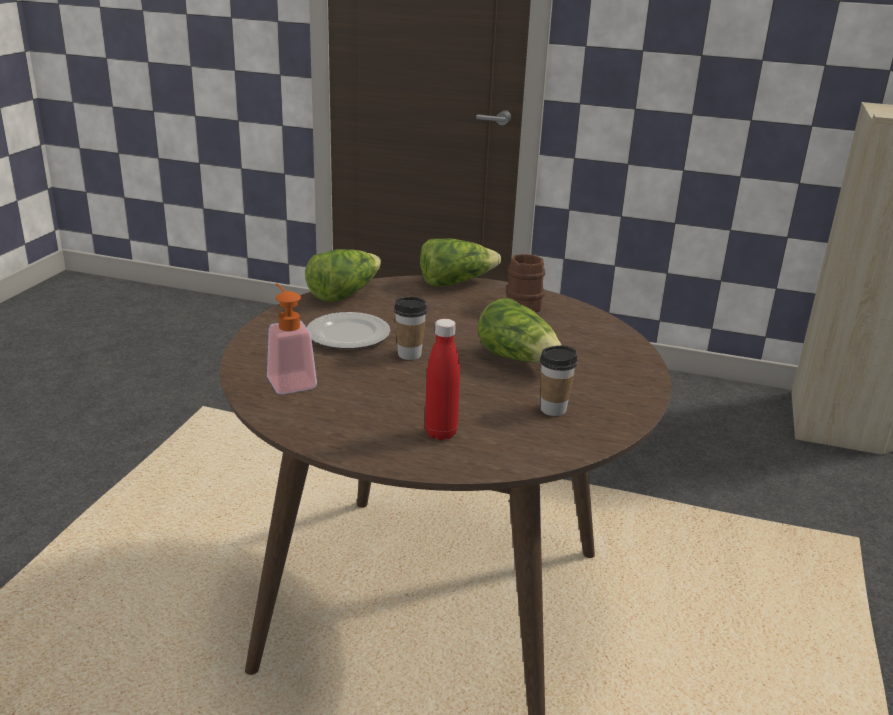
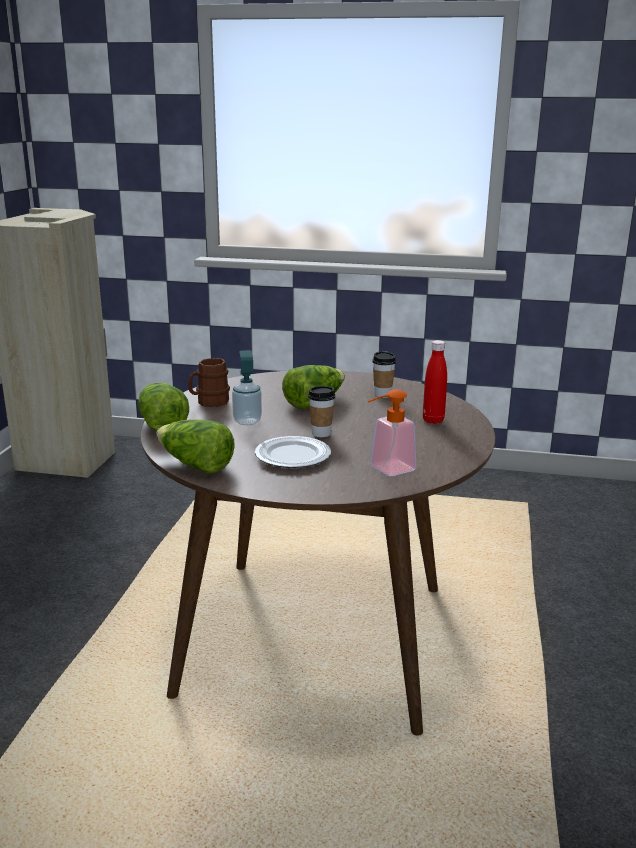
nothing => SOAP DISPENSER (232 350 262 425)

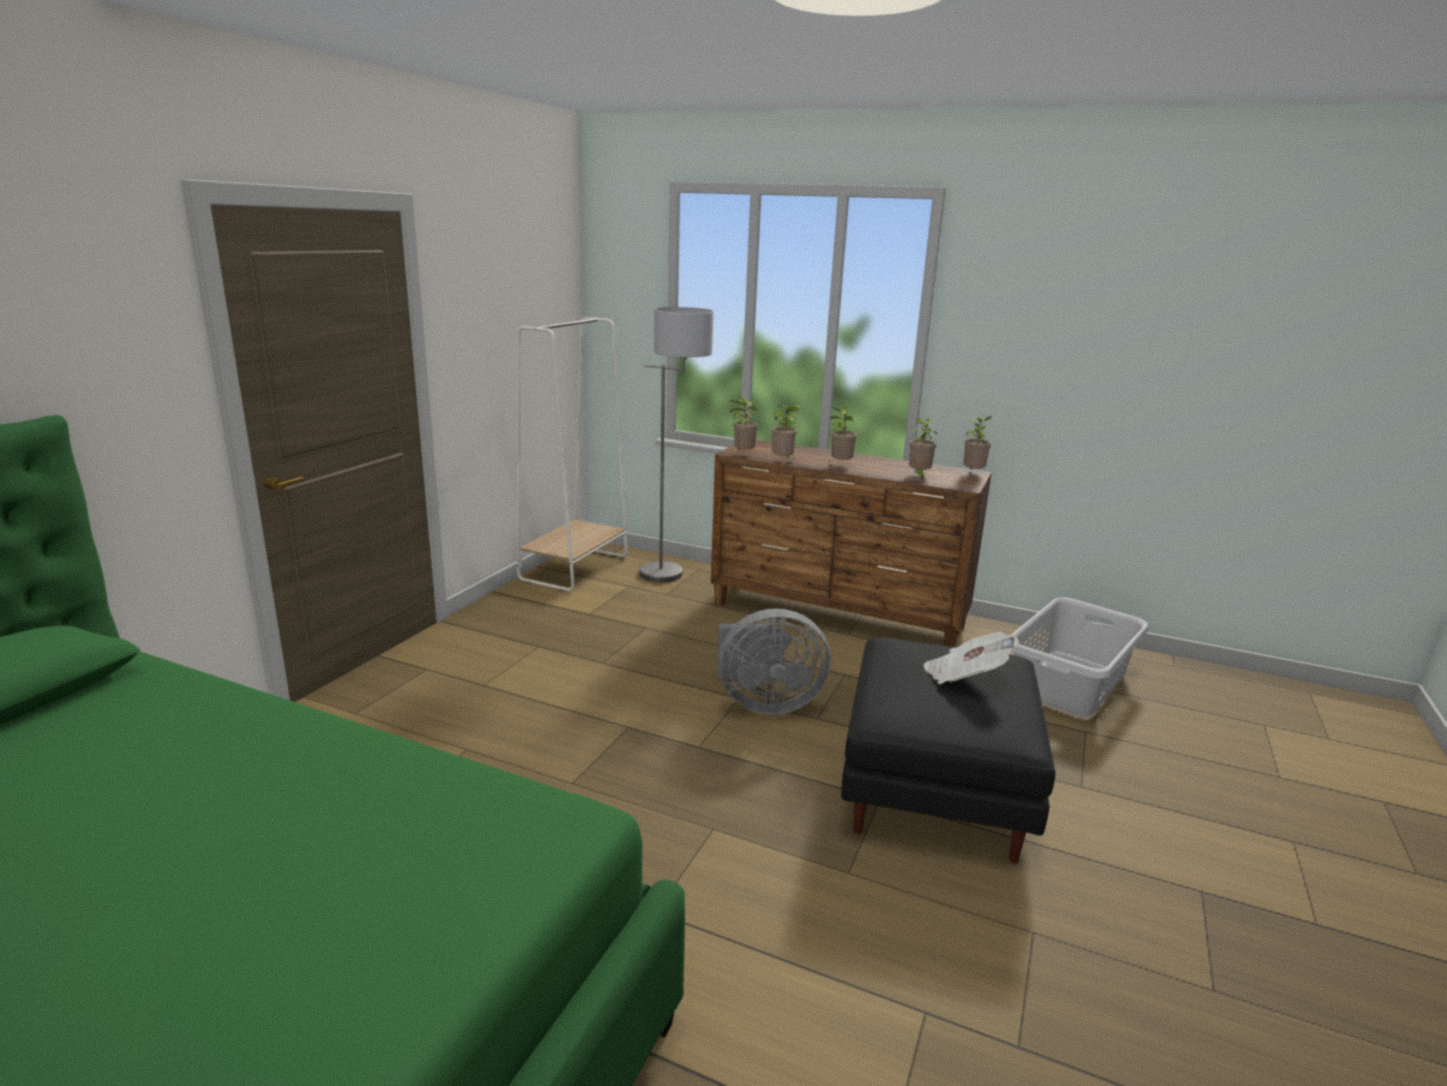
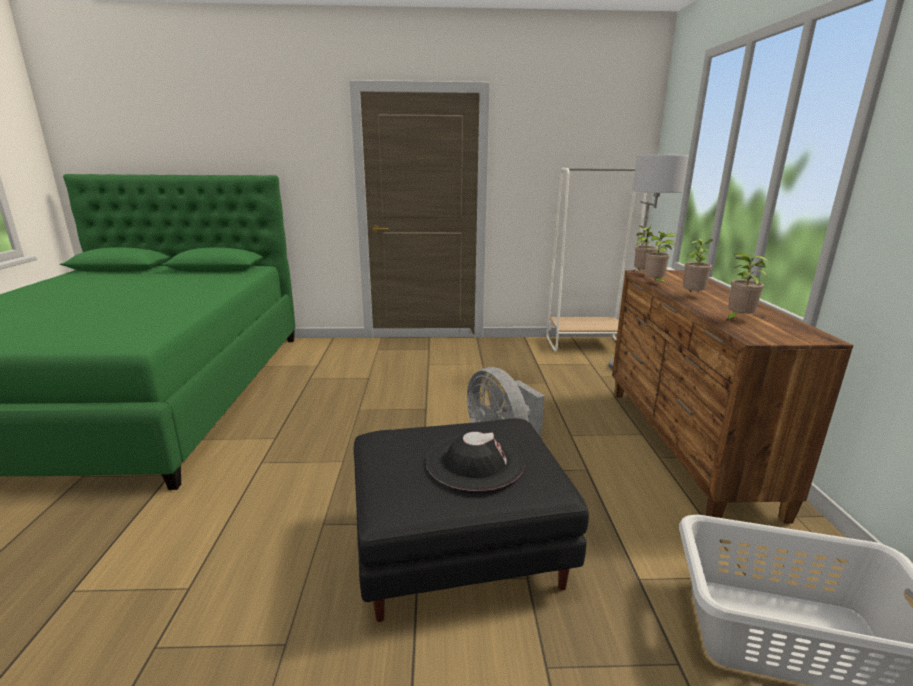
NEWSPAPER (923 632 1019 684) => BLACK HAT (426 432 525 491)
POTTED PLANT (963 415 991 470) => nothing

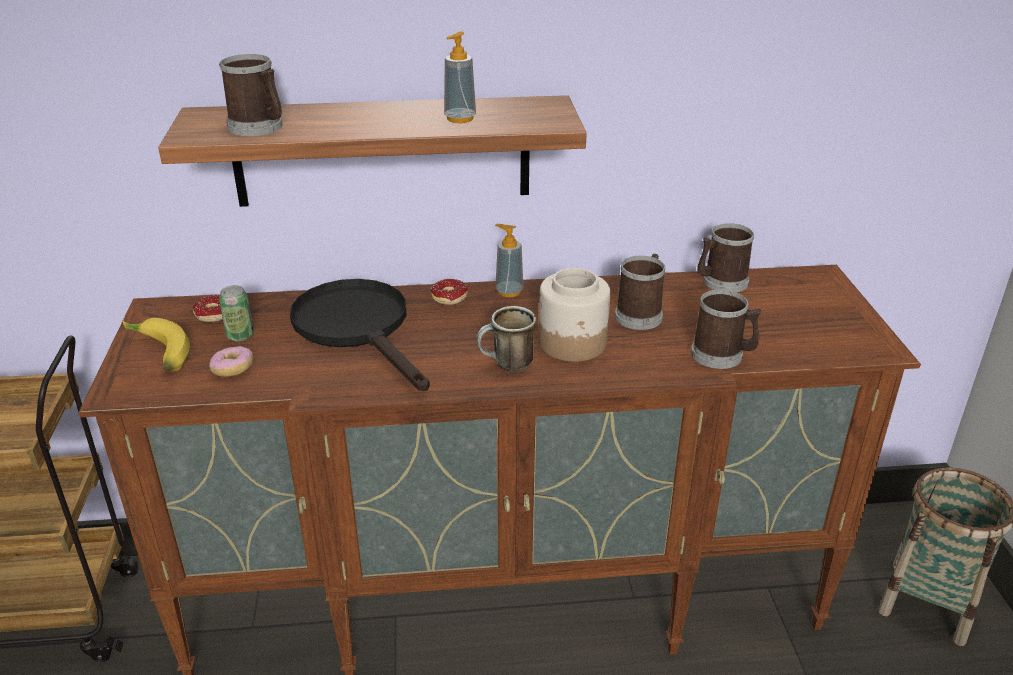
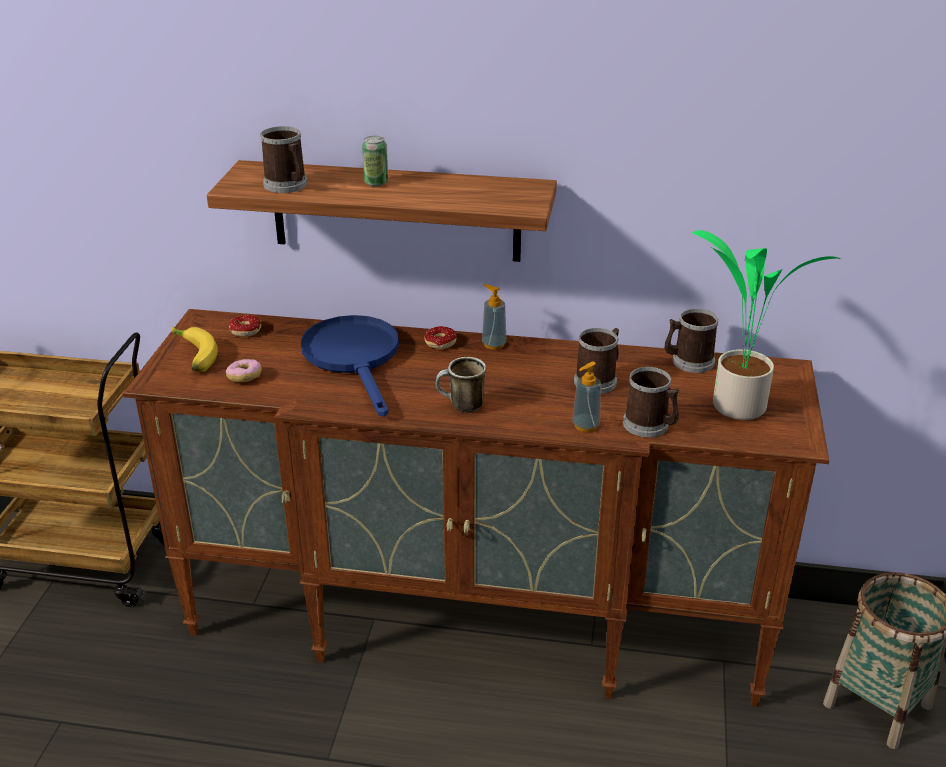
CAN (219 285 254 341) => CAN (362 136 388 187), shifted
BLACK FRYING PAN (290 279 430 391) => BLUE FRYING PAN (301 315 399 417)
SOAP DISPENSER (444 31 476 123) => SOAP DISPENSER (572 361 601 432), shifted
JAR (539 268 610 362) => nothing
nothing => POTTED PLANT (692 230 841 420)

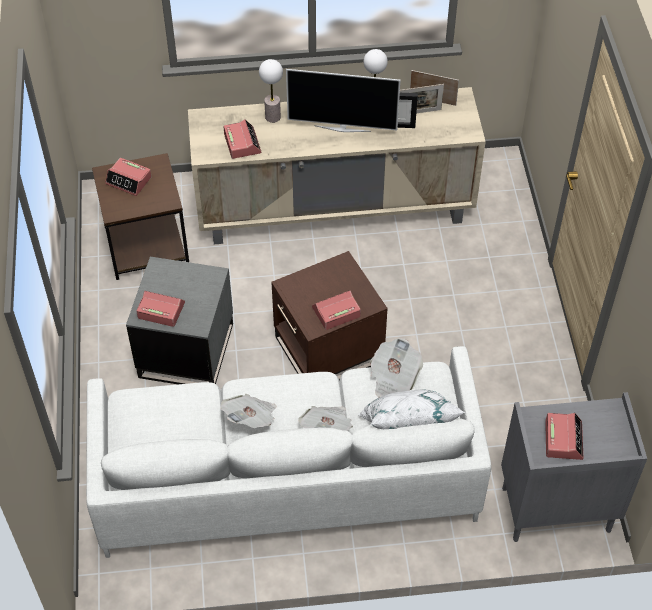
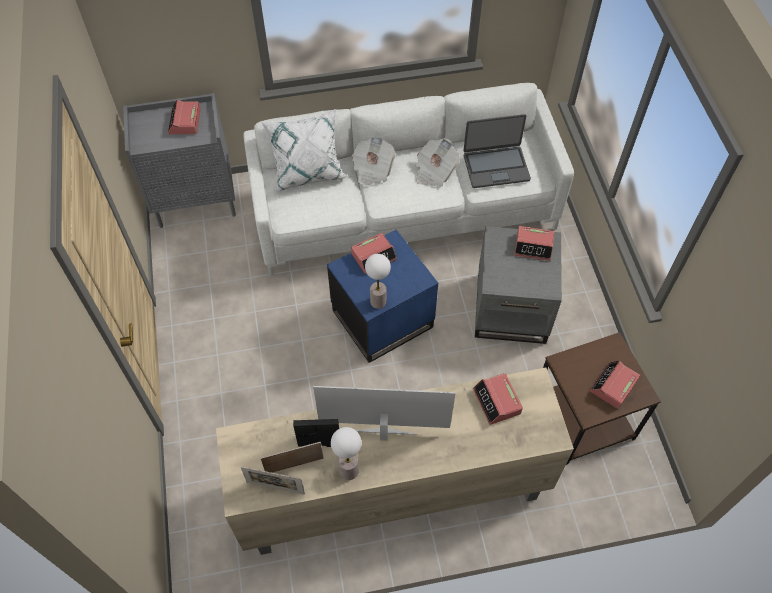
ALARM CLOCK (105 158 151 196) => ALARM CLOCK (590 361 640 409), 75 degrees counterclockwise
TABLE LAMP (259 59 283 123) => TABLE LAMP (365 254 391 309), shifted
BROWN SIDE TABLE (271 251 388 381) => BLUE SIDE TABLE (327 230 438 363)
NEWSPAPER (370 338 423 397) => nothing
nothing => LAPTOP (463 114 531 188)

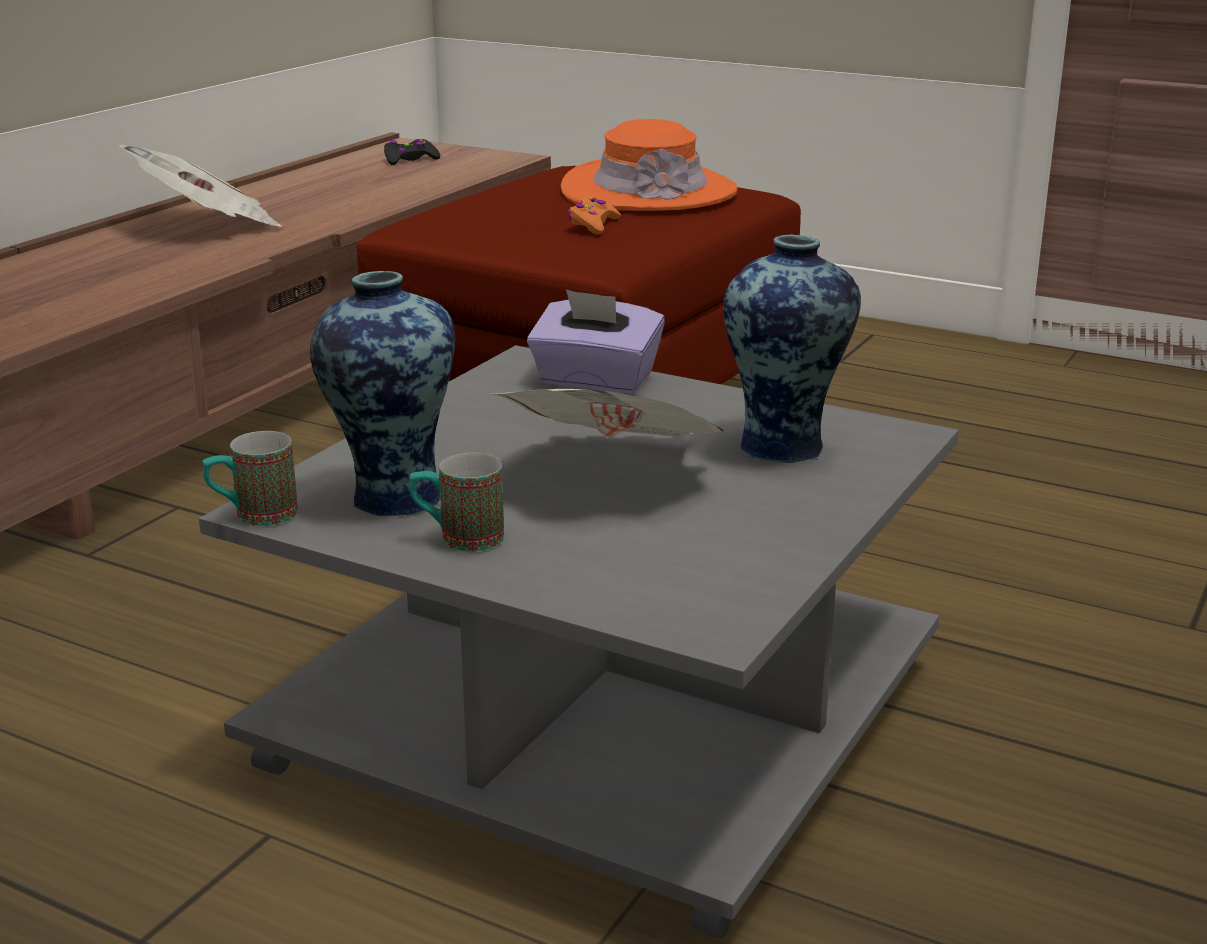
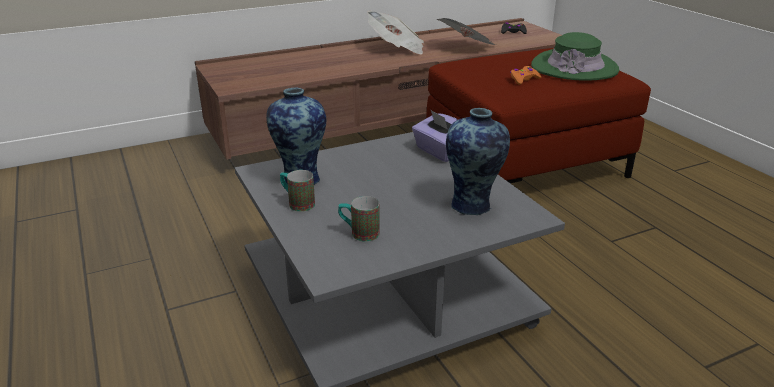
MUG (202 431 298 526) => MUG (338 196 380 242), shifted
NEWSPAPER (491 389 724 436) => NEWSPAPER (437 18 496 45), shifted
ORANGE HAT (561 119 737 211) => GREEN HAT (531 32 619 81)

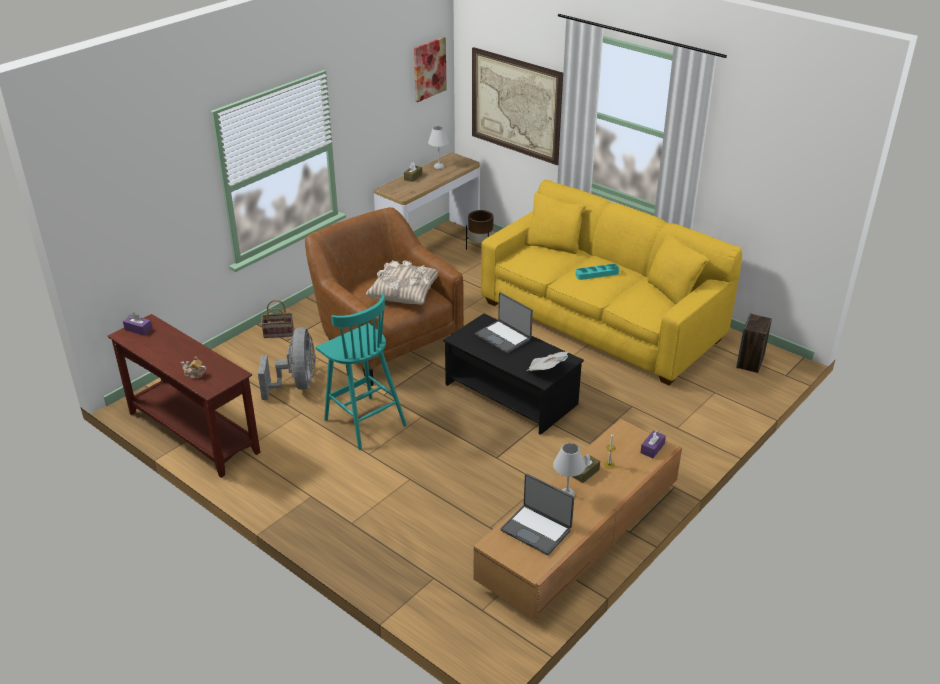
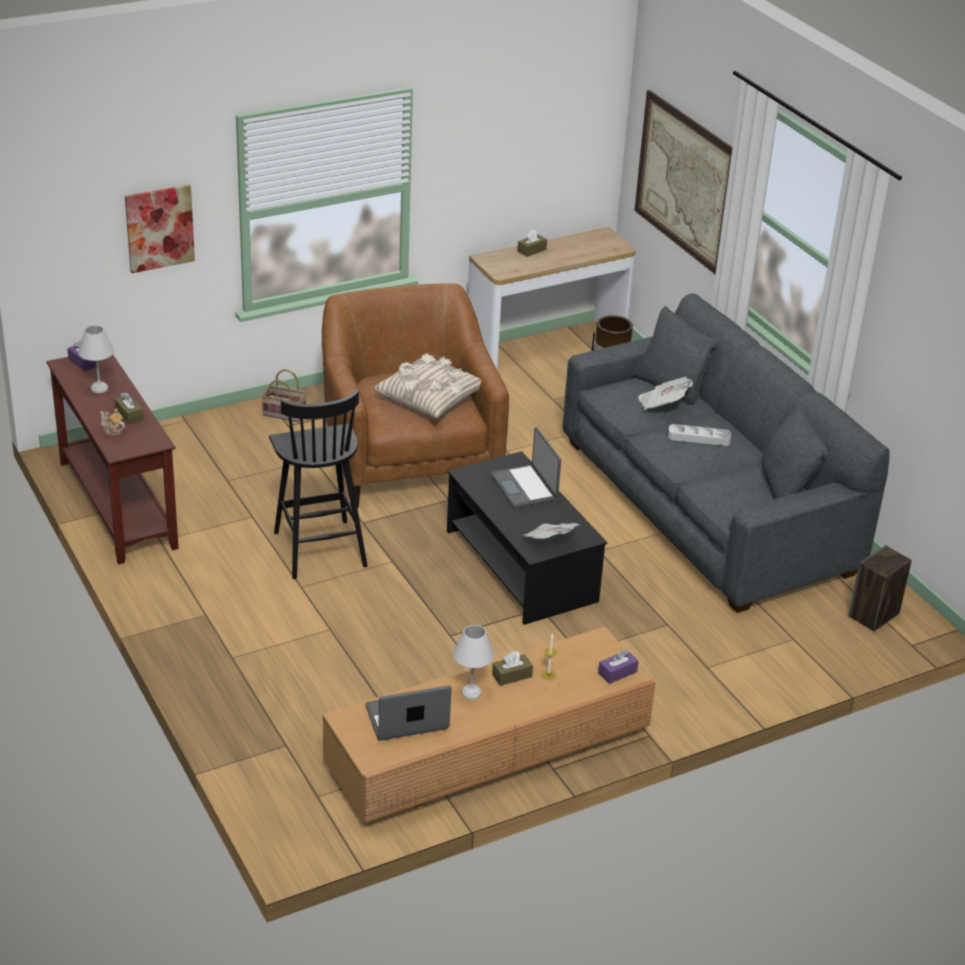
GREY FAN (258 327 316 400) => nothing
TURQUOISE STOOL (316 294 407 450) => BLACK STOOL (269 388 368 579)
PICTURE (414 37 447 102) => PICTURE (125 185 195 273), shifted
WHITE TABLE LAMP (428 126 449 169) => WHITE TABLE LAMP (78 325 114 393), shifted
YELLOW SOFA (481 180 742 385) => GREY SOFA (563 294 890 613)
LAPTOP (500 473 574 555) => LAPTOP (366 685 451 741), 105 degrees clockwise
TURQUOISE TRAY (576 264 619 280) => GREY TRAY (668 424 731 446)
nothing => BROWN TISSUE BOX (114 392 144 425)
nothing => NEWSPAPER (638 377 693 410)

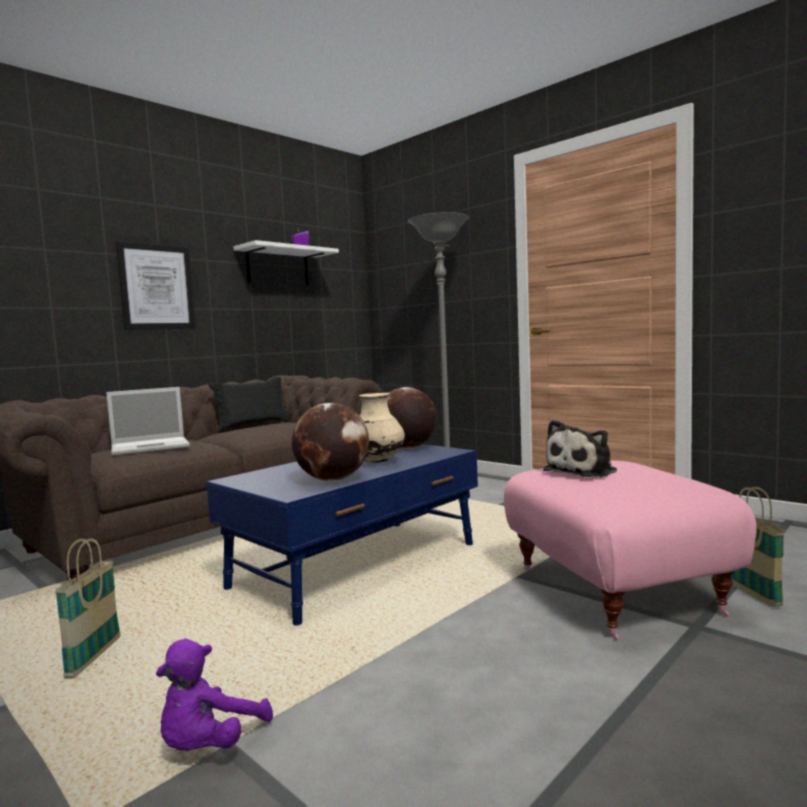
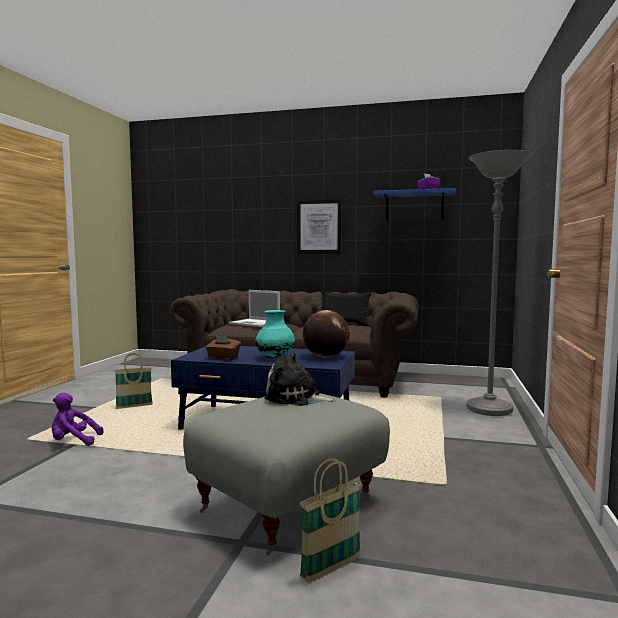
WHITE SHELF (233 240 339 286) => BLUE SHELF (373 188 456 221)
GLOBE (292 403 369 481) => BROWN TISSUE BOX (206 335 241 360)
BEIGE VASE (359 393 405 463) => TURQUOISE VASE (255 310 295 358)
PINK OTTOMAN (504 461 757 641) => GREY OTTOMAN (183 393 390 556)

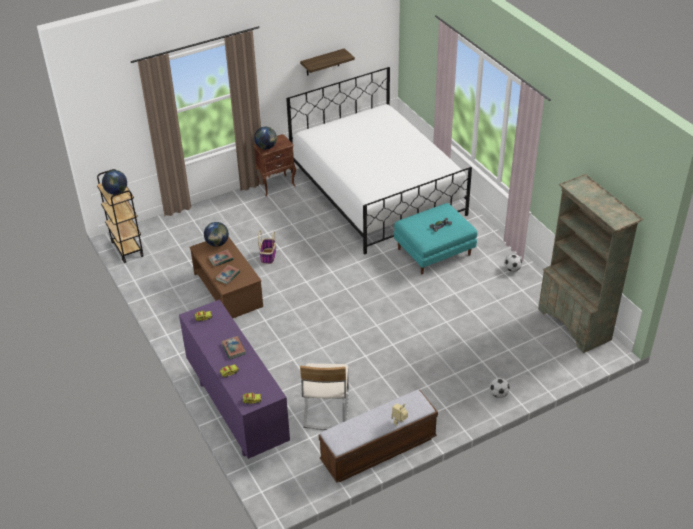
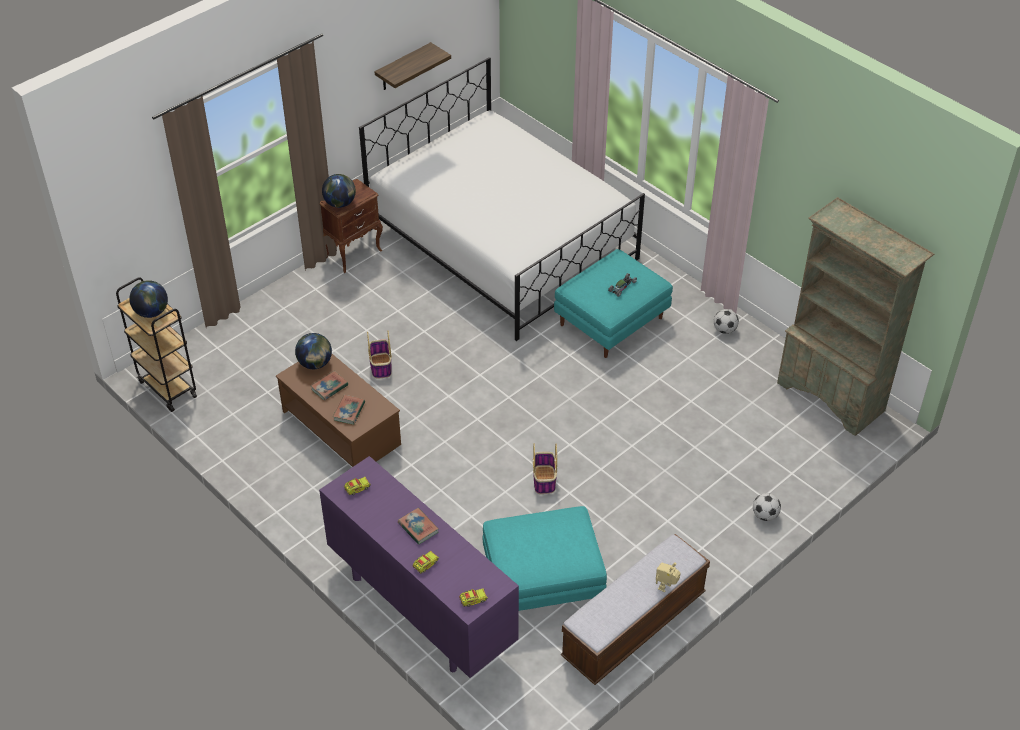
BEIGE CHAIR (300 363 349 430) => TURQUOISE OTTOMAN (483 506 607 611)
nothing => BASKET (533 443 557 494)

